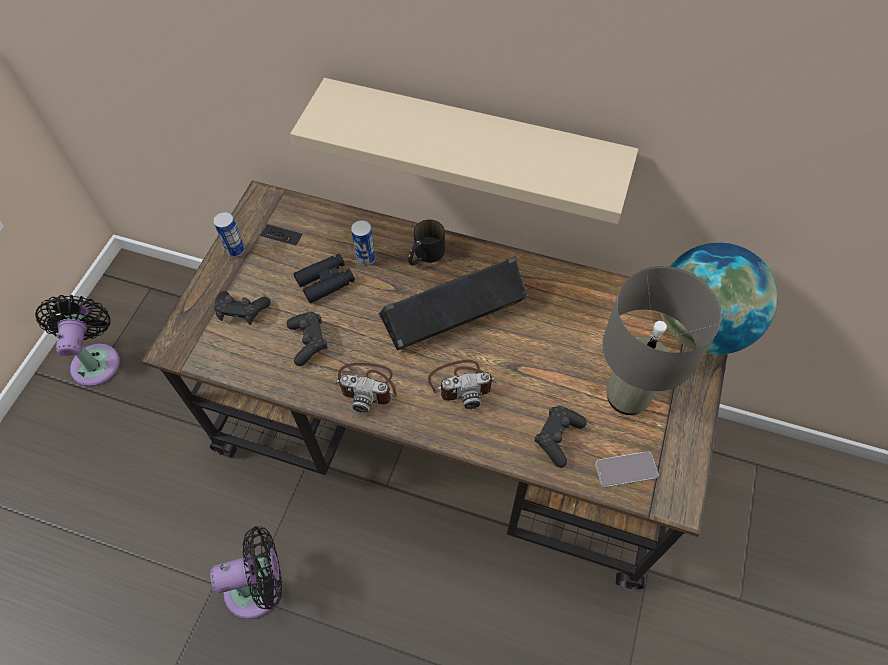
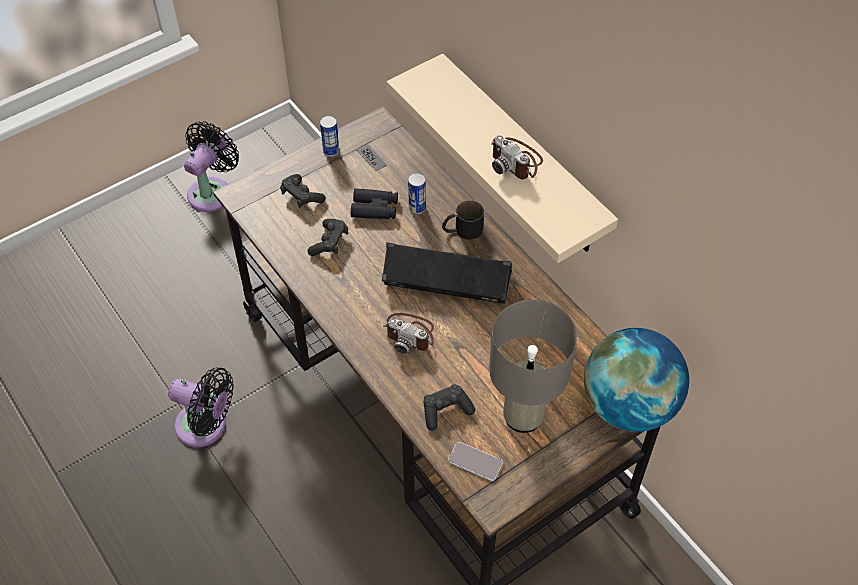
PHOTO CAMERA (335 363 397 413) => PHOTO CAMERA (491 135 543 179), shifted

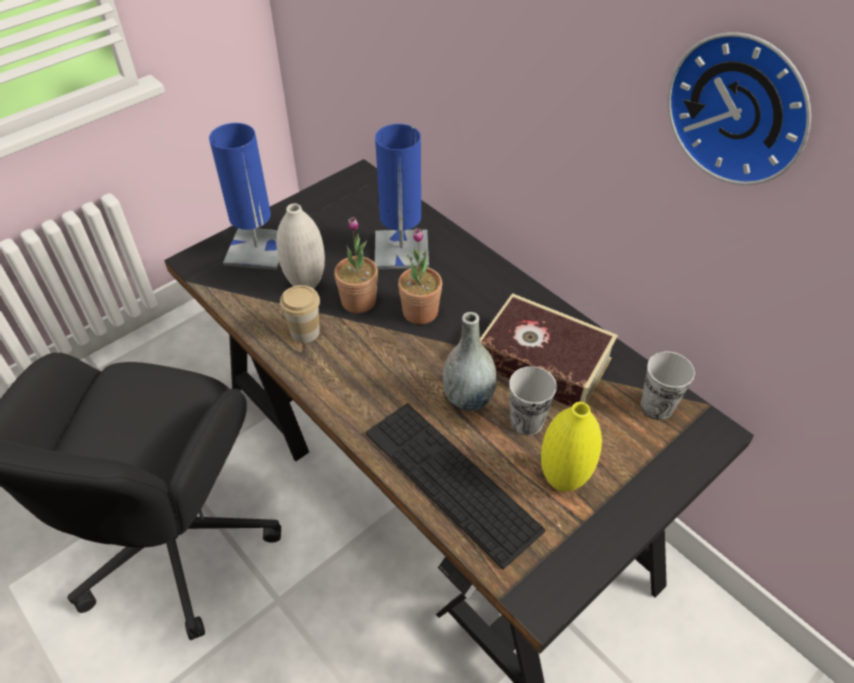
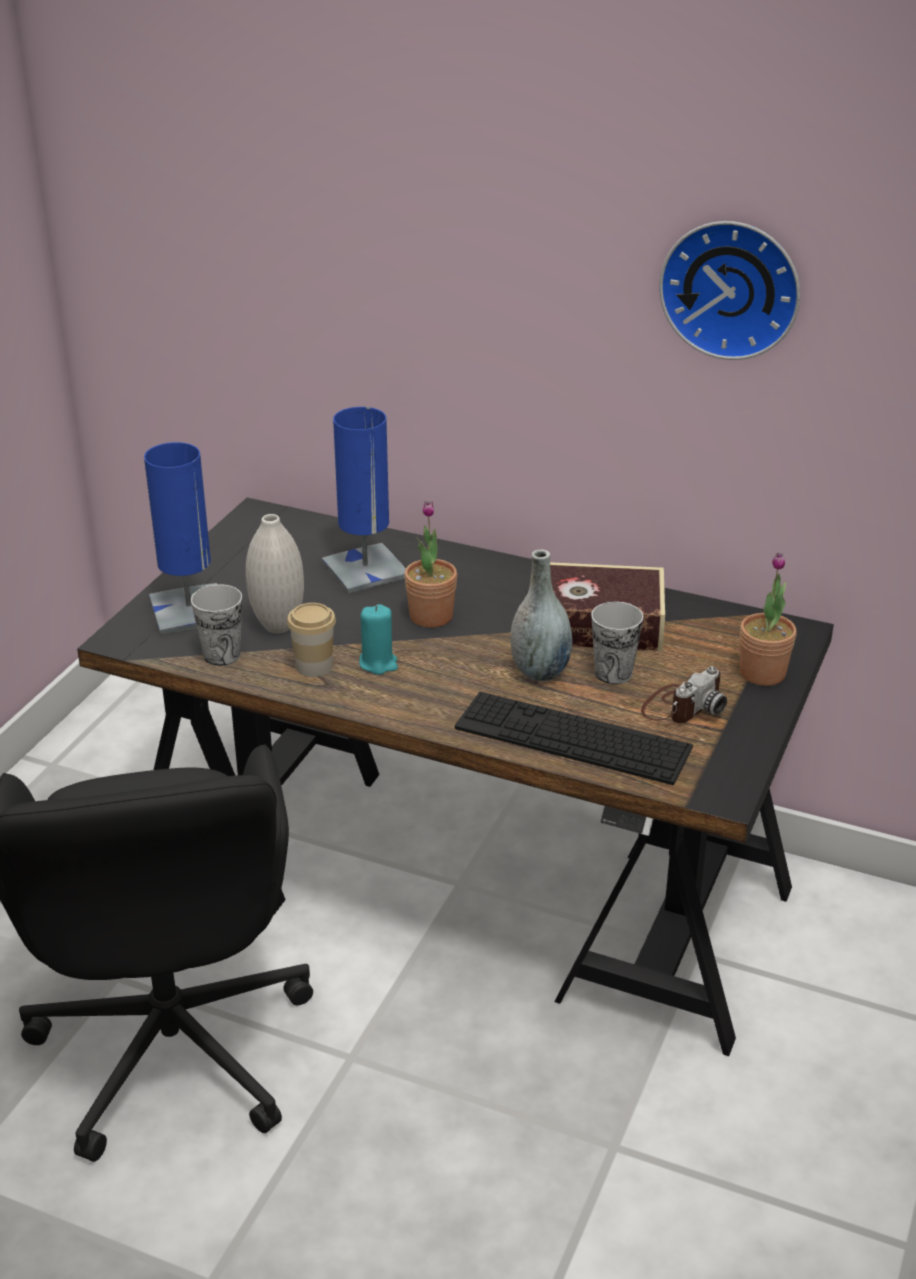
POTTED PLANT (334 217 378 313) => POTTED PLANT (740 553 797 686), shifted
YELLOW VASE (541 402 602 492) => PHOTO CAMERA (641 666 727 723)
CUP (641 351 695 420) => CUP (191 584 242 666), shifted
nothing => TURQUOISE CANDLE (359 604 398 675)

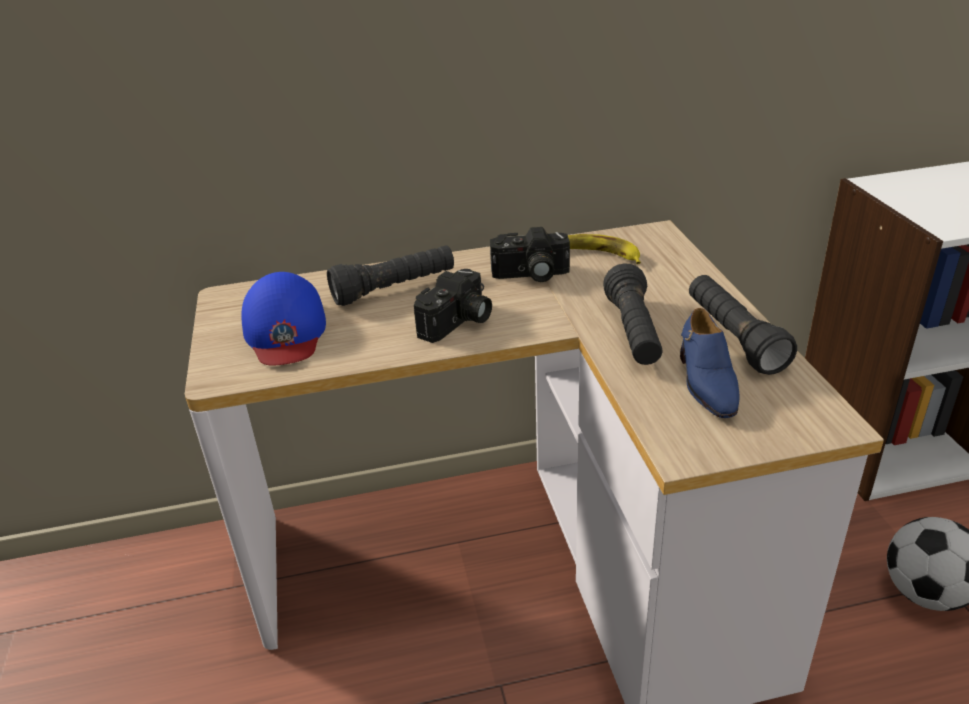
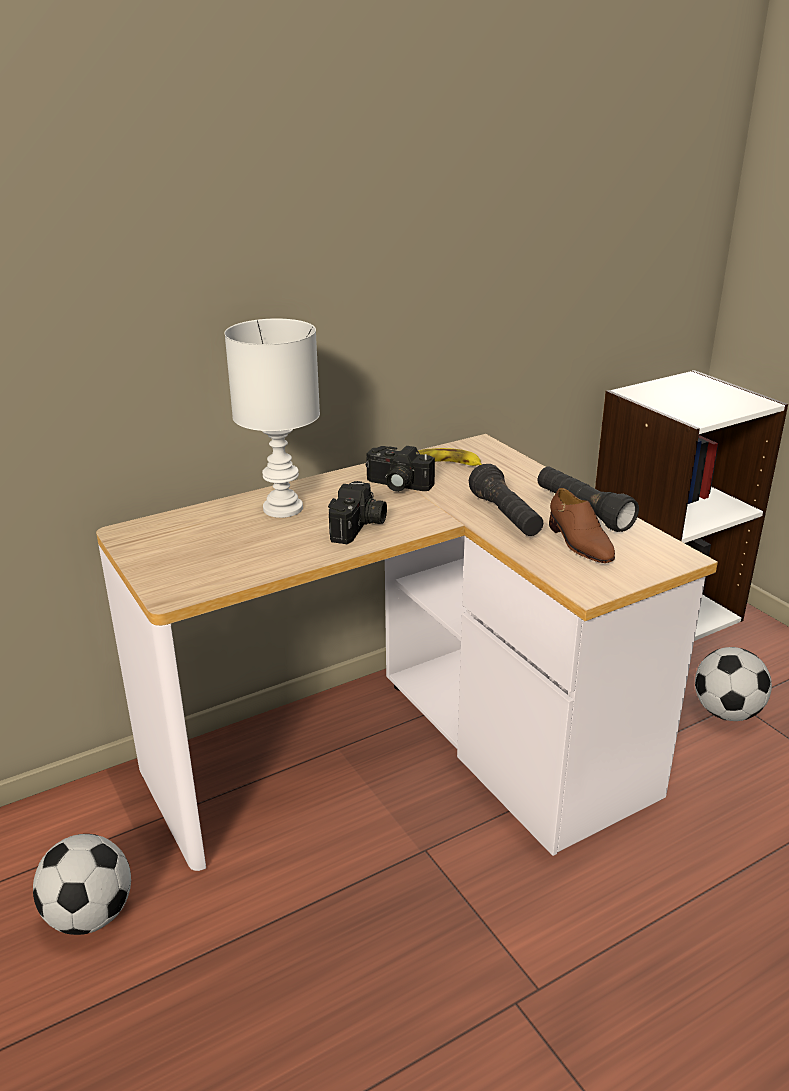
BLUE CAP (241 272 326 366) => nothing
BLACK FLASHLIGHT (327 245 454 306) => WHITE TABLE LAMP (224 318 320 518)
PHOTO CAMERA (490 227 570 282) => PHOTO CAMERA (366 446 435 492), 45 degrees clockwise
BLUE SHOE (680 308 739 418) => BROWN SHOE (549 488 615 563)
nothing => FOOTBALL (33 834 131 935)

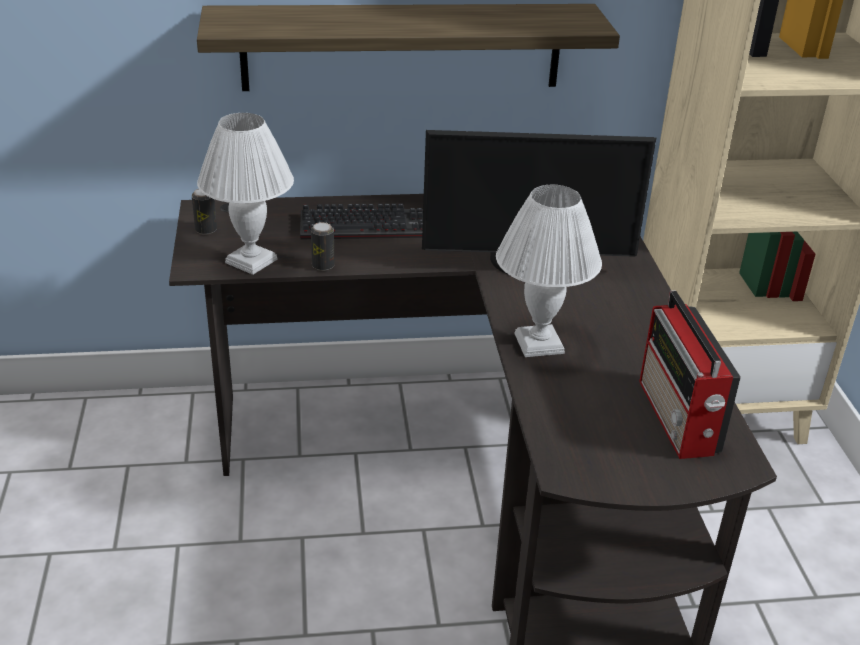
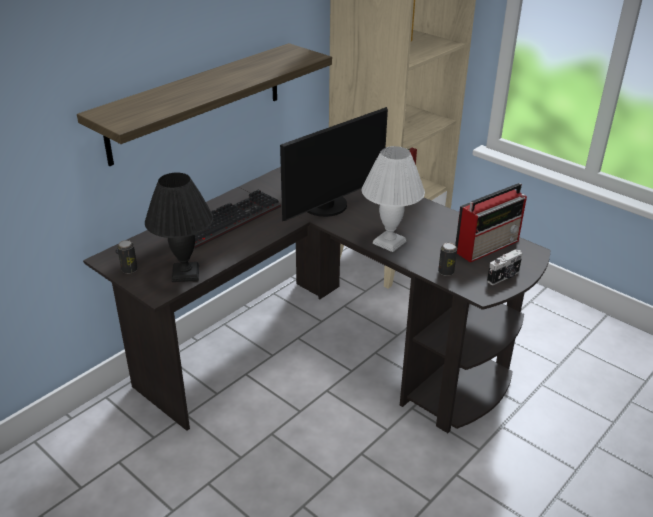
WHITE TABLE LAMP (197 113 294 275) => BLACK TABLE LAMP (145 173 213 282)
CAN (311 222 335 271) => CAN (438 243 457 276), shifted
RADIO (639 290 741 459) => RADIO (455 183 527 263), 75 degrees counterclockwise
nothing => PHOTO CAMERA (487 249 523 285)

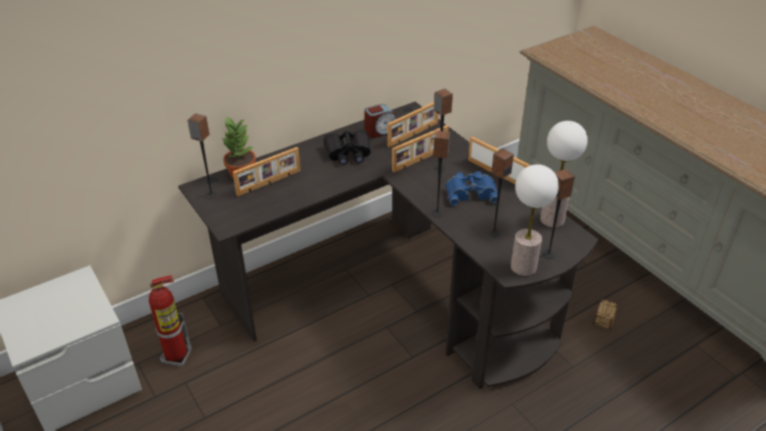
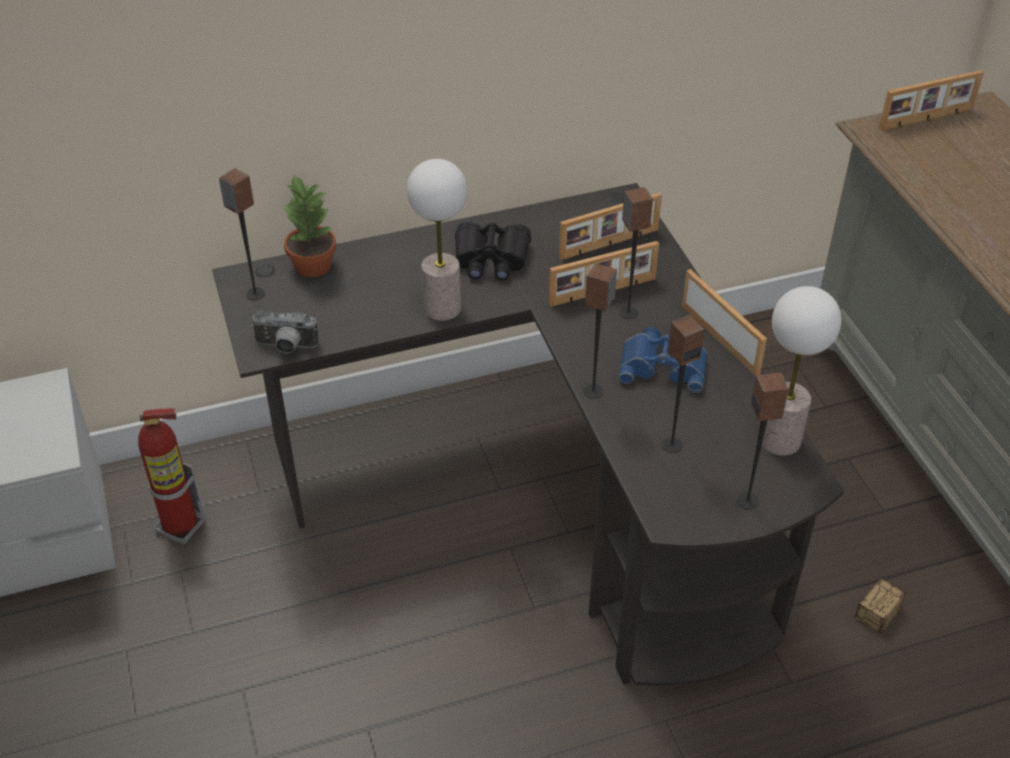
PICTURE FRAME (233 147 301 196) => PICTURE FRAME (879 70 984 130), shifted
ALARM CLOCK (364 104 398 138) => nothing
TABLE LAMP (511 164 559 276) => TABLE LAMP (407 159 467 321), shifted
nothing => PHOTO CAMERA (251 309 318 354)

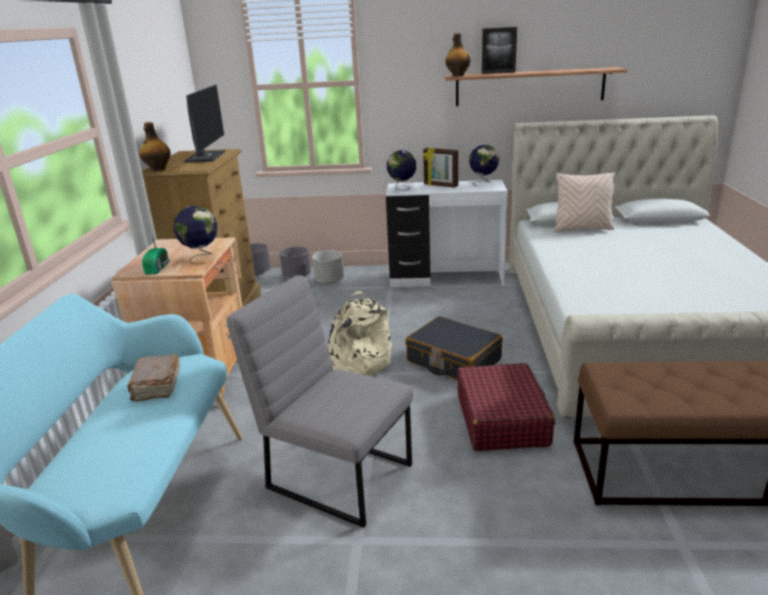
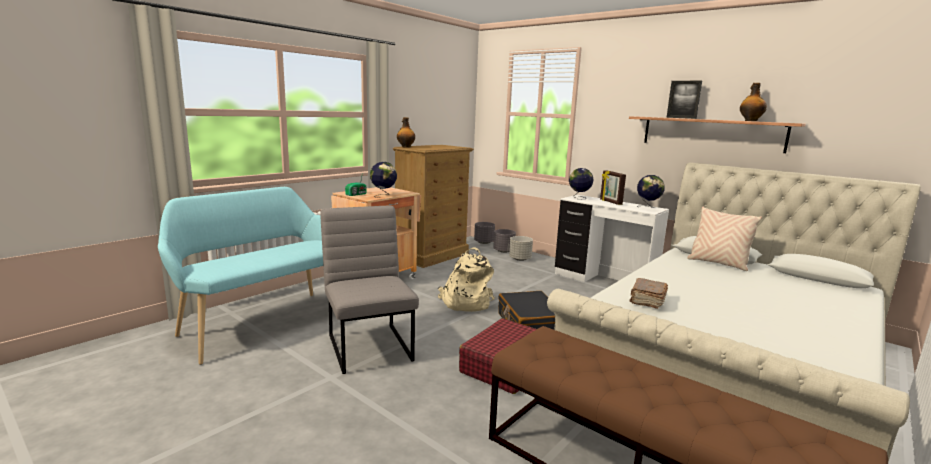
BROWN BOOK (128 354 180 402) => BROWN BOOK (630 278 668 309), shifted
MONITOR (184 84 225 163) => nothing
BOTTLE (445 33 471 76) => BOTTLE (740 83 767 121), shifted

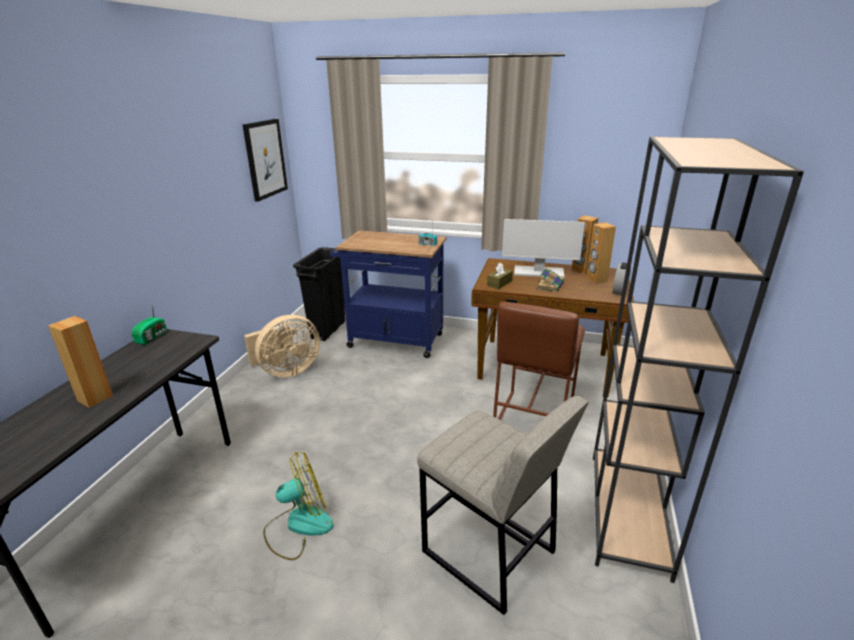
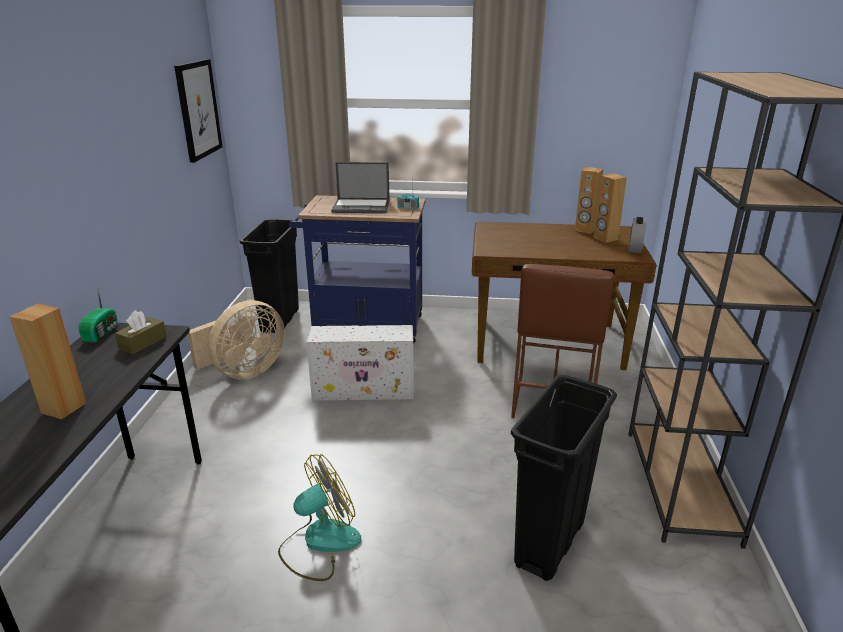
GREY CHAIR (417 396 589 615) => BLACK TRASH CAN (511 375 617 581)
BROWN TISSUE BOX (487 263 513 289) => BROWN TISSUE BOX (115 310 167 354), shifted
MONITOR (502 219 585 278) => nothing
BOOK (536 268 564 292) => nothing
nothing => WHITE STORAGE BOX (306 325 414 400)
nothing => LAPTOP (331 162 390 213)

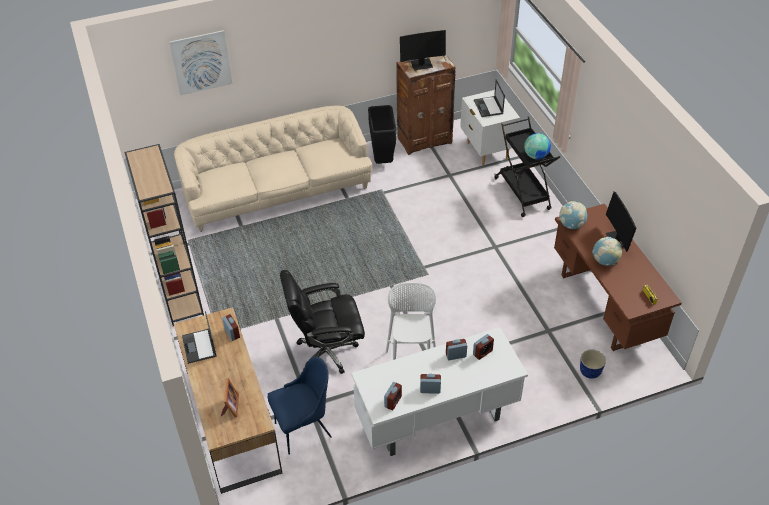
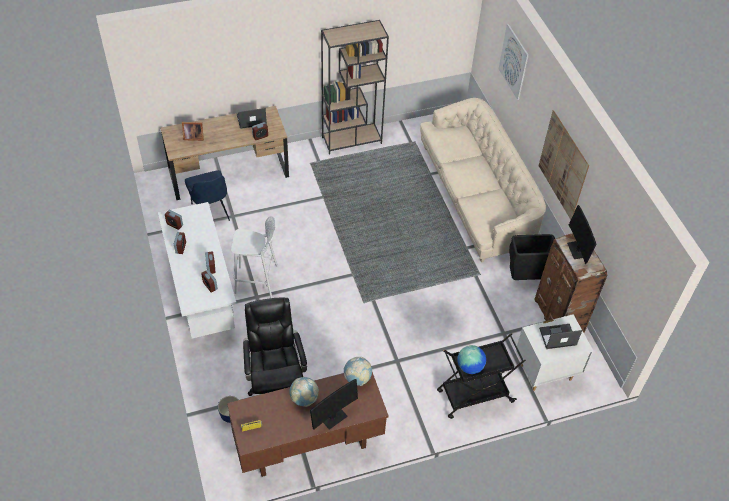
BLACK OFFICE CHAIR (280 270 365 374) => BLACK OFFICE CHAIR (243 297 307 396), shifted
MONITOR (606 191 636 252) => MONITOR (310 379 358 430), 150 degrees clockwise
nothing => PICTURE (539 110 589 220)

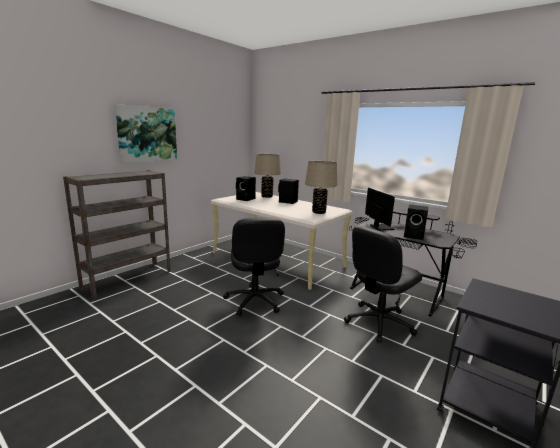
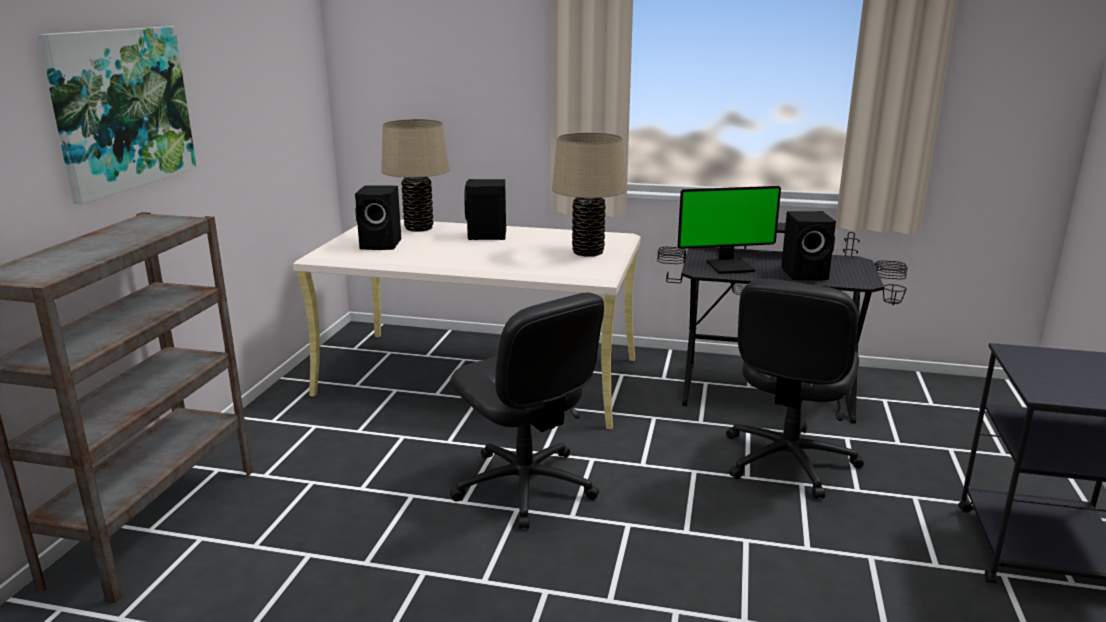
MONITOR (365 188 395 231) => MONITOR (678 186 781 274), 120 degrees clockwise

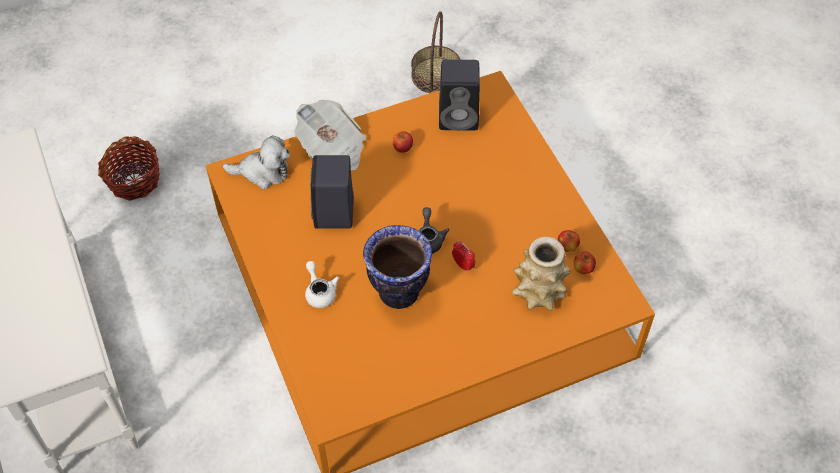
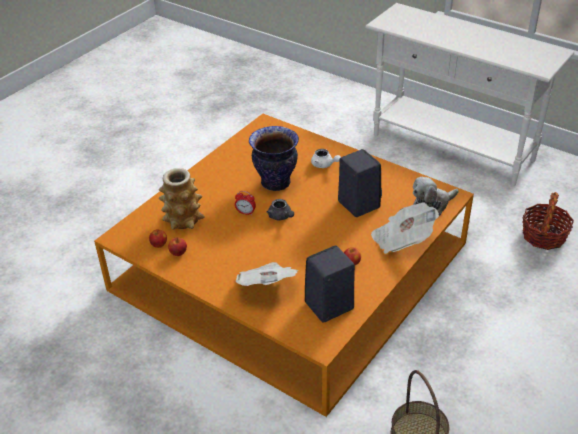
nothing => NEWSPAPER (235 262 298 286)

